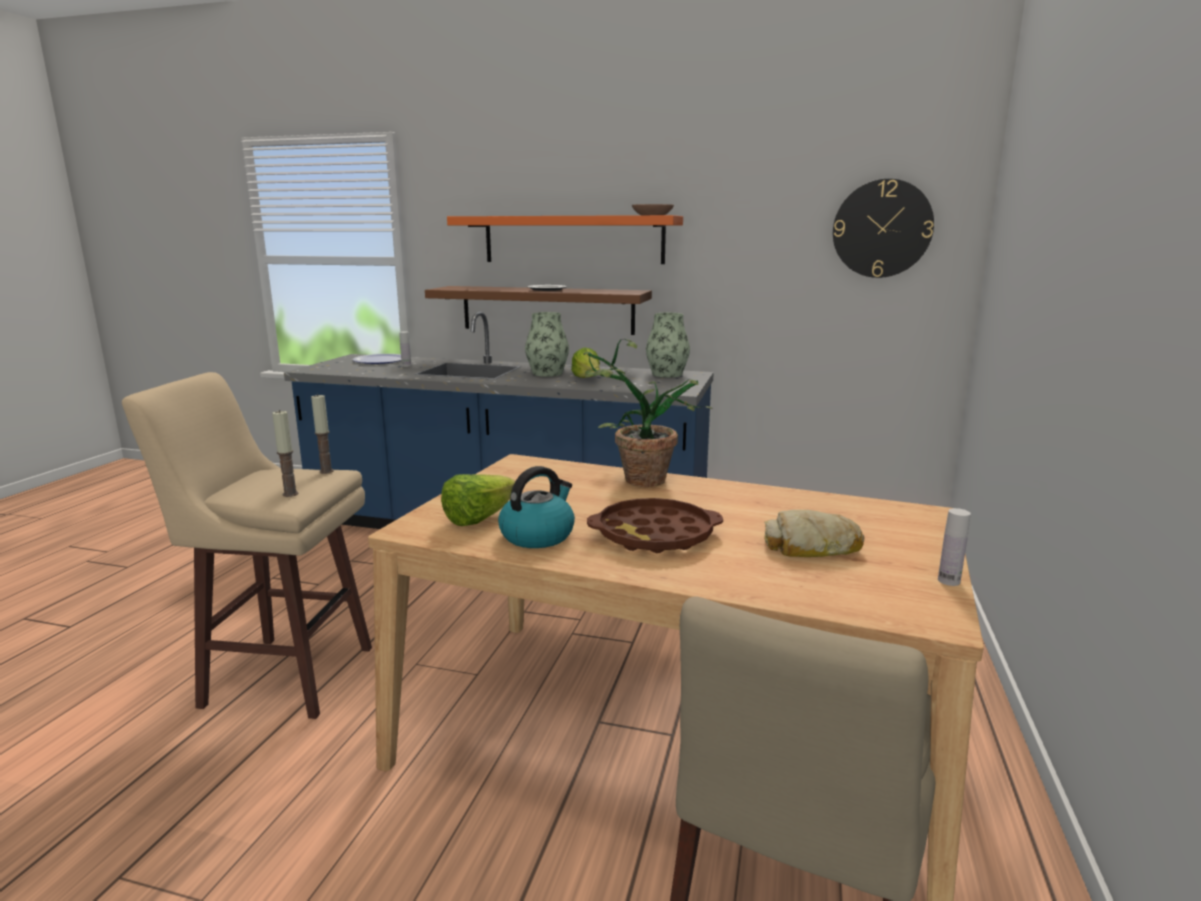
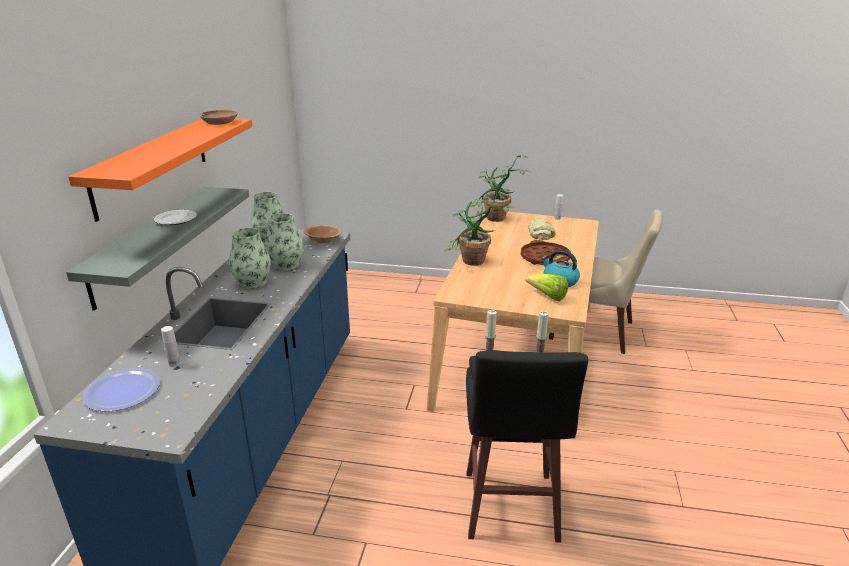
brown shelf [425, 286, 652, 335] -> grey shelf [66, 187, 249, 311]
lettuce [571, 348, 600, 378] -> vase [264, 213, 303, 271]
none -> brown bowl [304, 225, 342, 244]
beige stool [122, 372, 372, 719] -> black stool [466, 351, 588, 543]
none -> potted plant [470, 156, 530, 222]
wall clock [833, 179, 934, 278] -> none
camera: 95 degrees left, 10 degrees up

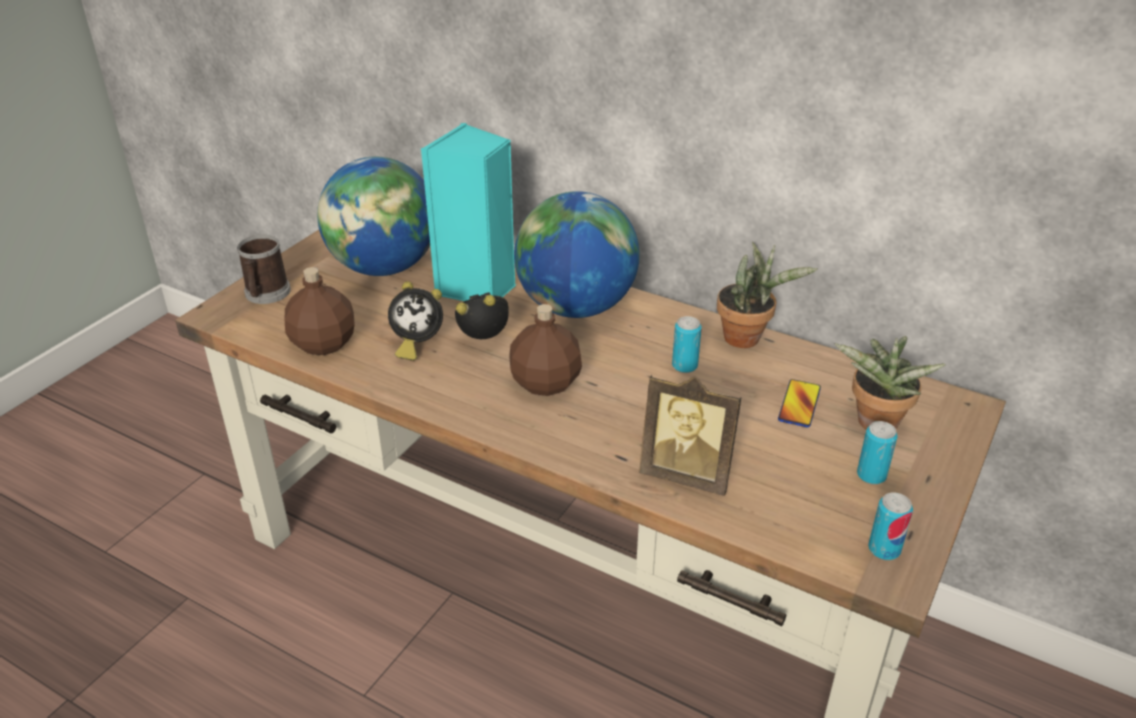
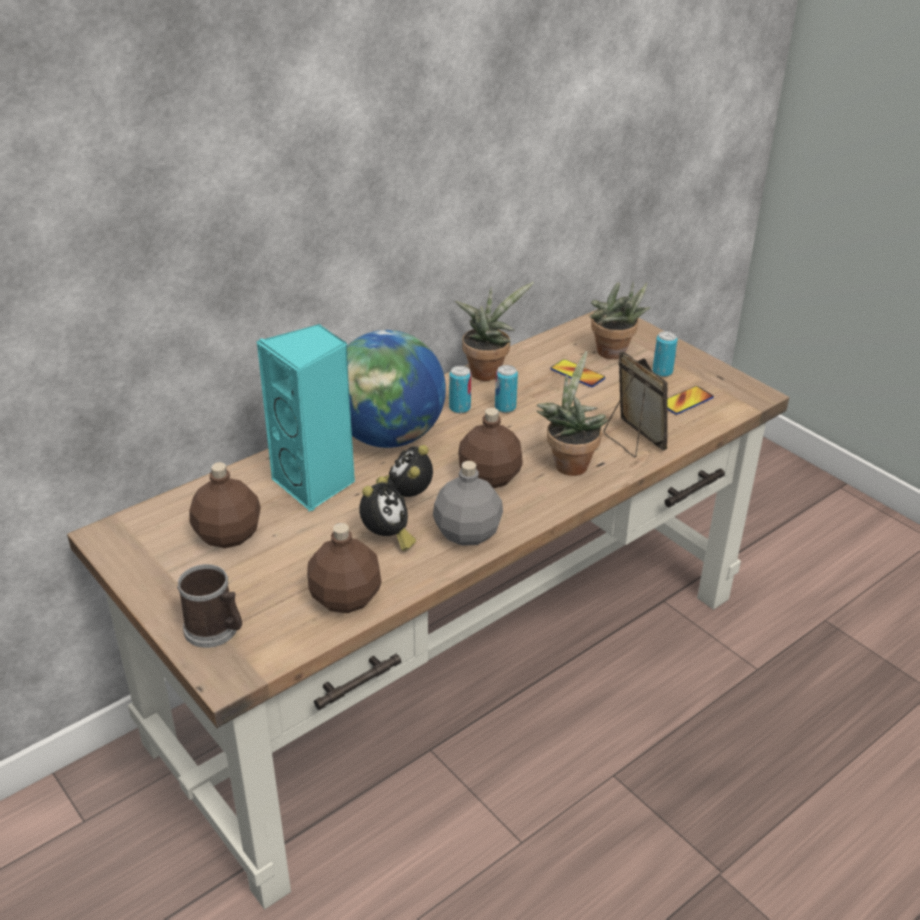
globe [317, 157, 430, 276] -> brown bottle [189, 462, 261, 548]
none -> grey bottle [433, 461, 503, 546]
can [868, 492, 913, 560] -> can [449, 366, 471, 413], move
none -> potted plant [537, 351, 608, 476]
picture frame [639, 375, 741, 496] -> picture frame [604, 351, 668, 457], 75 degrees counterclockwise
none -> phone [667, 386, 714, 415]
camera: 70 degrees left, 0 degrees up

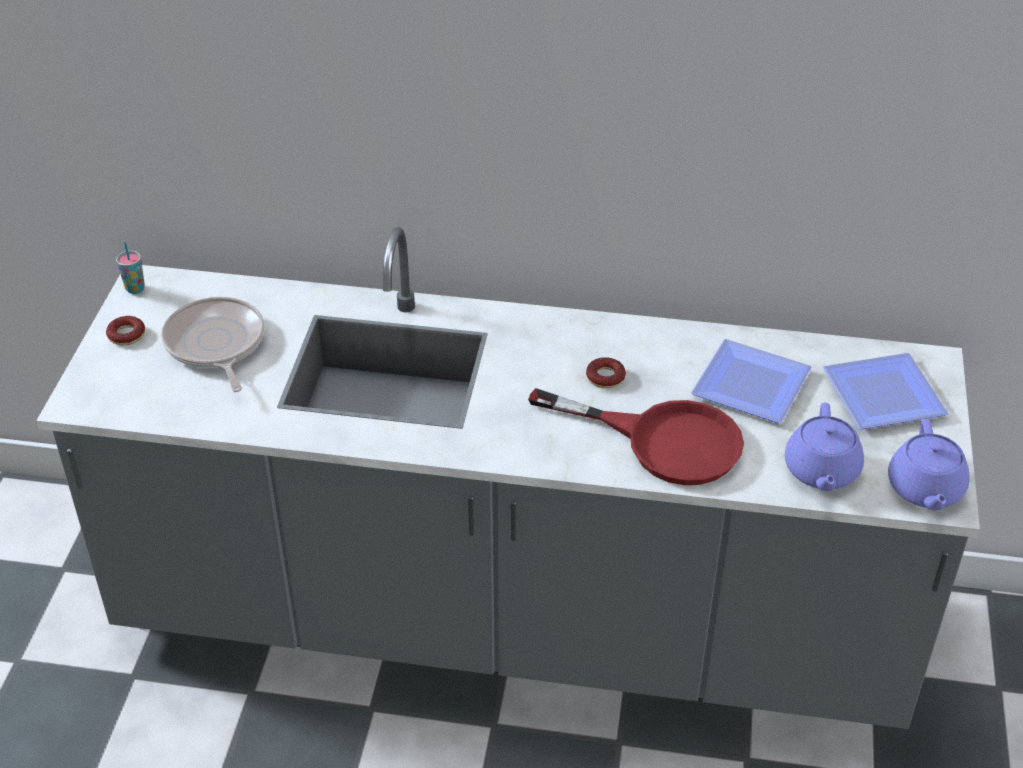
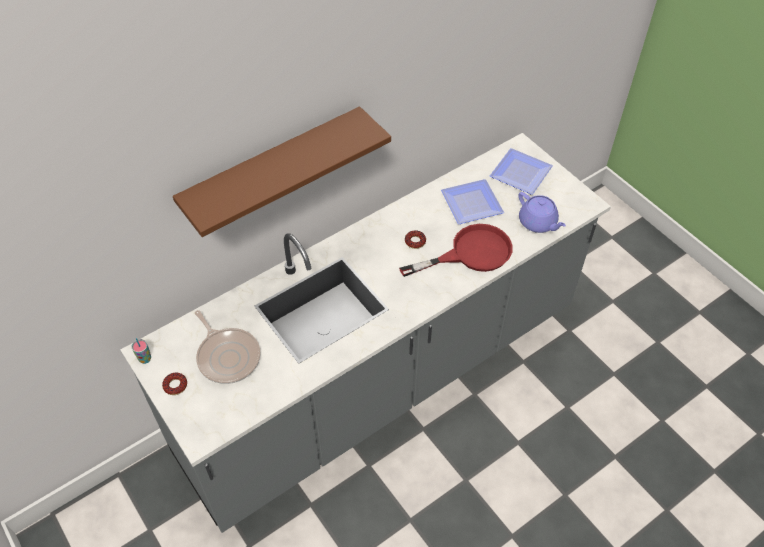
none -> brown shelf [173, 106, 391, 237]
frying pan [161, 297, 264, 392] -> frying pan [195, 310, 261, 384], 150 degrees counterclockwise
purple teapot [888, 420, 970, 510] -> none
camera: 45 degrees left, 10 degrees up

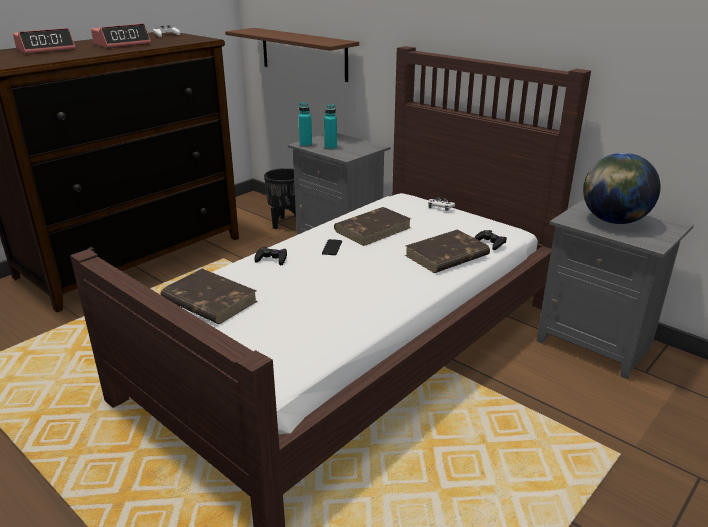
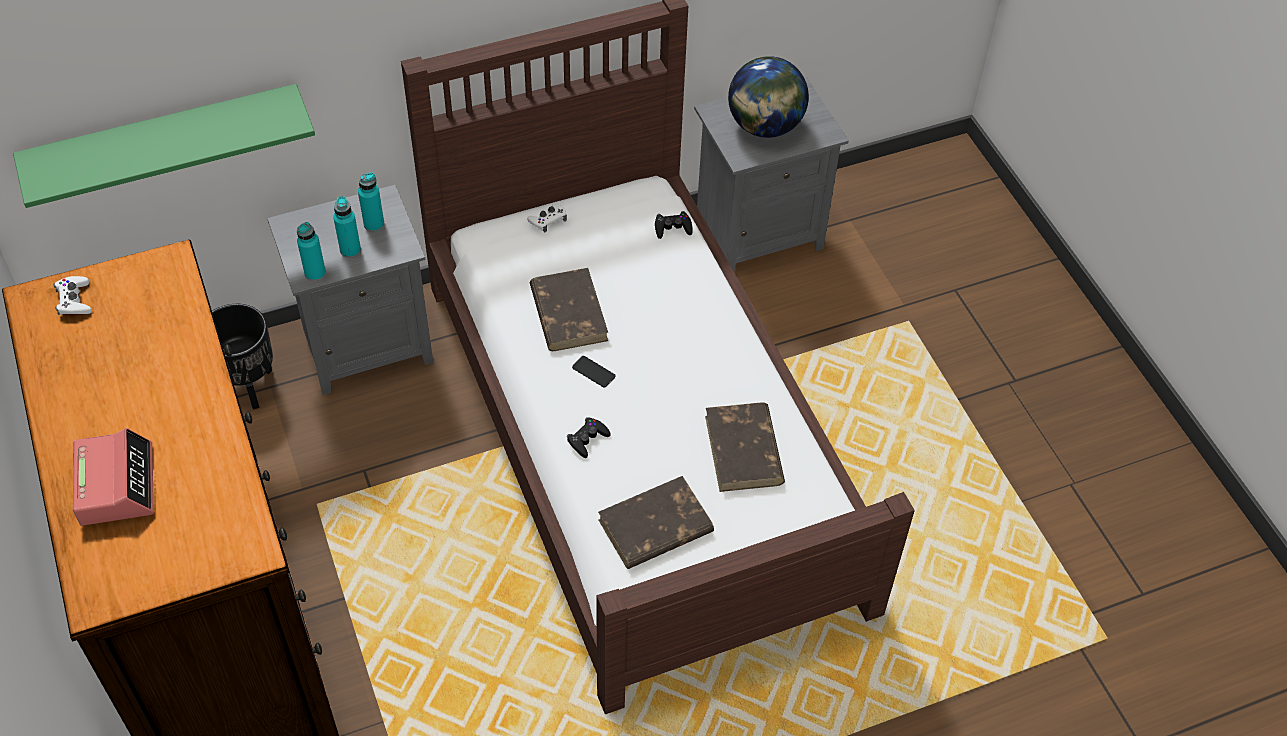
brown shelf [225, 28, 359, 82] -> green shelf [13, 84, 315, 208]
none -> turquoise bottle [358, 172, 384, 232]
brown book [405, 230, 490, 273] -> brown book [705, 402, 785, 492], move
alarm clock [91, 24, 151, 48] -> none
camera: 65 degrees left, 25 degrees up

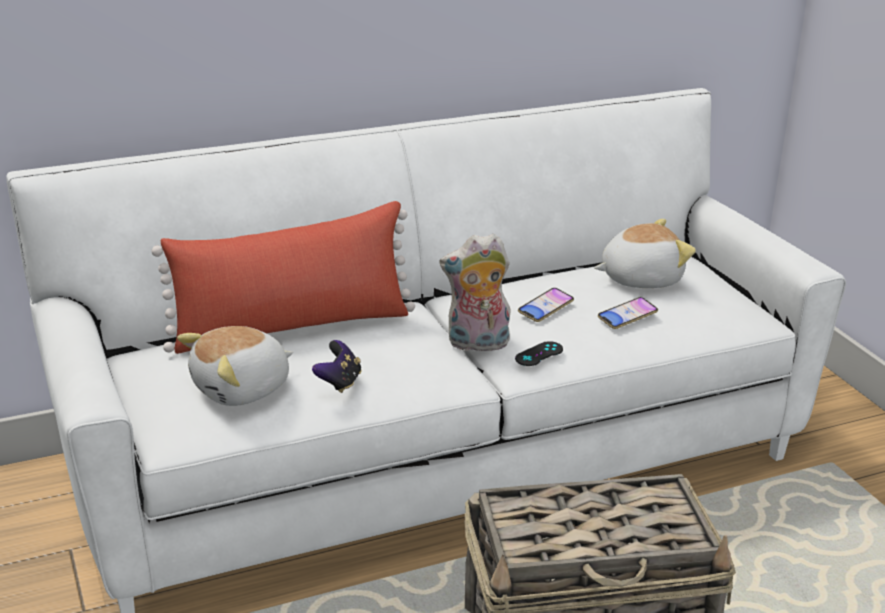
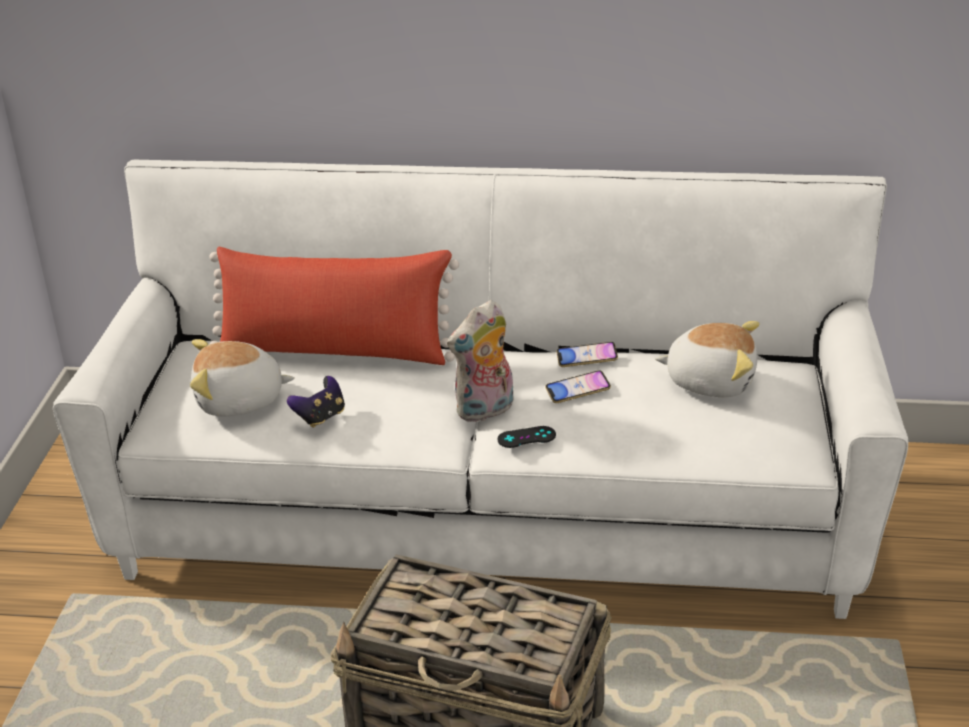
plush toy [439, 233, 510, 351] -> plush toy [447, 300, 514, 422], 60 degrees counterclockwise
phone [598, 297, 658, 329] -> phone [556, 342, 618, 367], move
camera: 30 degrees right, 5 degrees up

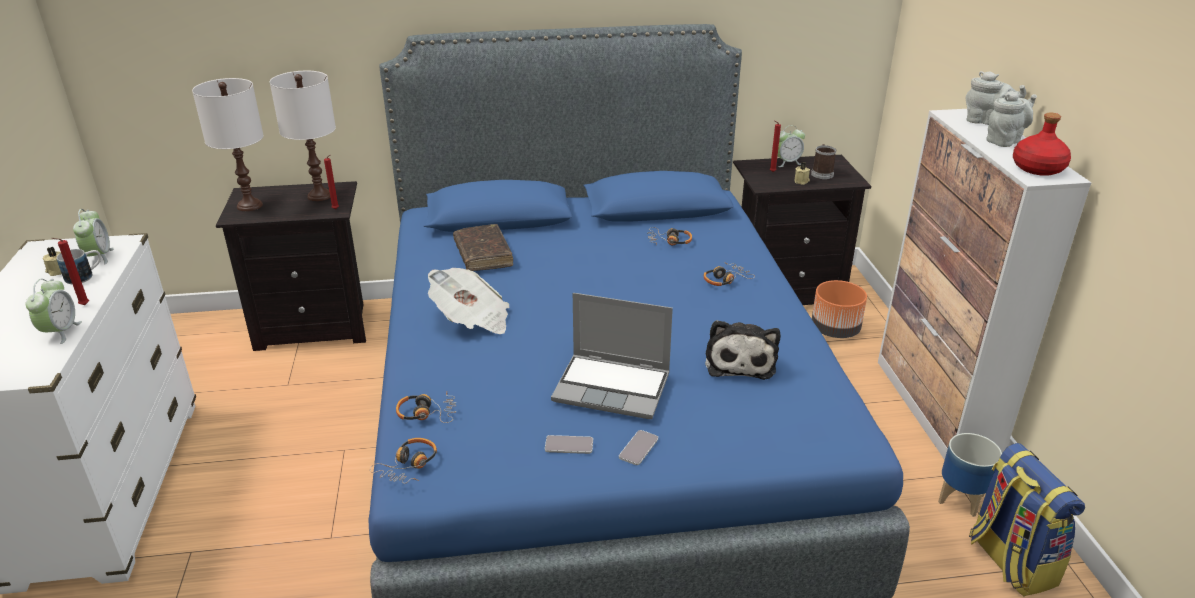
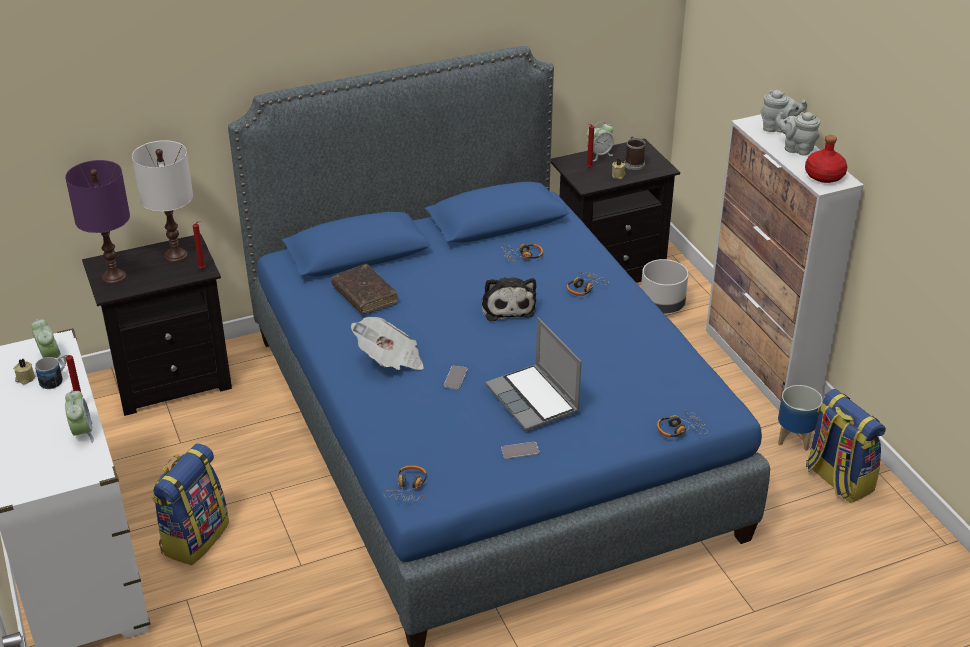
white table lamp [192, 78, 264, 211] -> purple table lamp [65, 160, 130, 285]
none -> backpack [152, 443, 229, 565]
phone [619, 430, 658, 465] -> phone [444, 365, 468, 389], move
plush toy [705, 320, 780, 380] -> plush toy [482, 277, 536, 321], move
laptop [551, 293, 673, 419] -> laptop [485, 317, 582, 431], 60 degrees clockwise
orange planter [812, 280, 867, 338] -> grey planter [641, 259, 688, 313]
headphones [396, 392, 456, 423] -> headphones [657, 410, 708, 438], move
grey teapot [986, 91, 1037, 147] -> grey teapot [775, 112, 820, 156], 105 degrees counterclockwise
camera: 15 degrees left, 5 degrees up

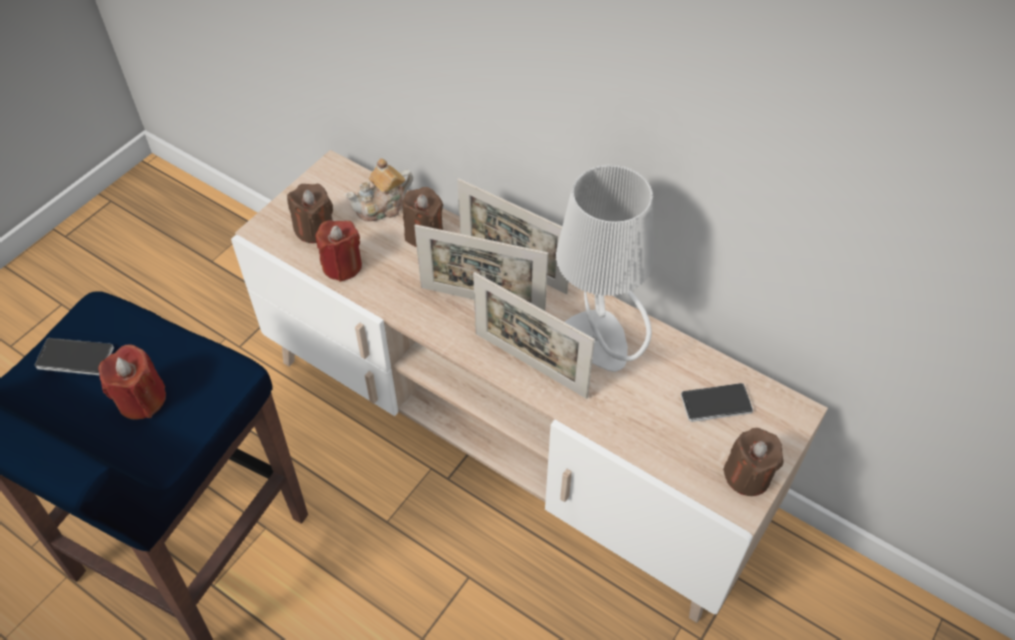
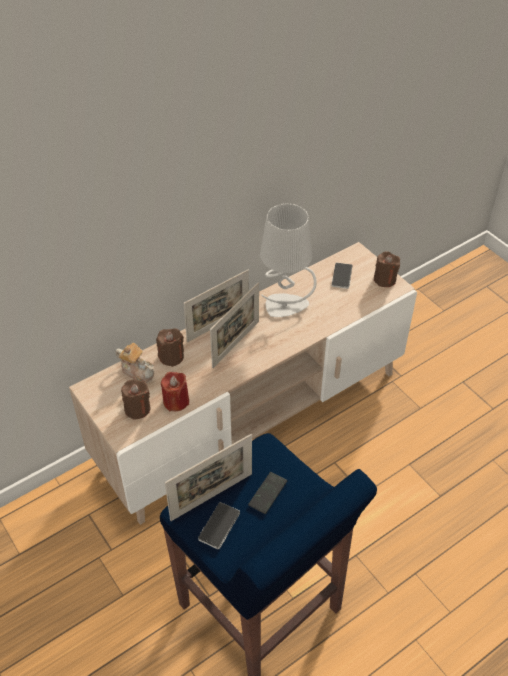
teapot [345, 158, 413, 221] -> teapot [115, 343, 154, 383], 45 degrees counterclockwise
picture frame [473, 272, 595, 399] -> picture frame [165, 434, 252, 521], move
red candle [98, 344, 166, 420] -> phone [248, 472, 287, 514]
camera: 70 degrees left, 5 degrees down

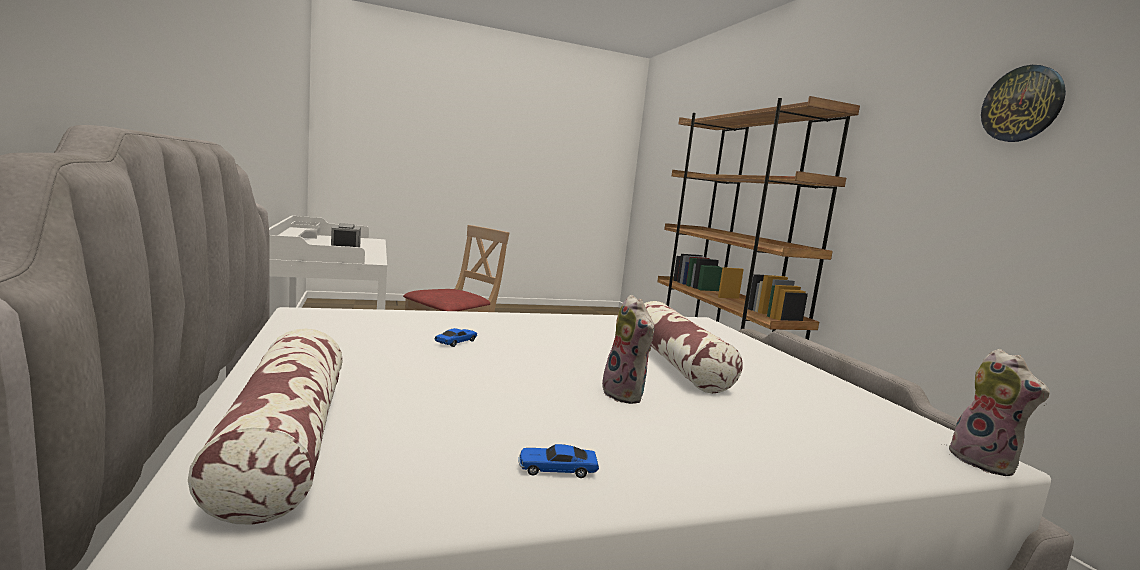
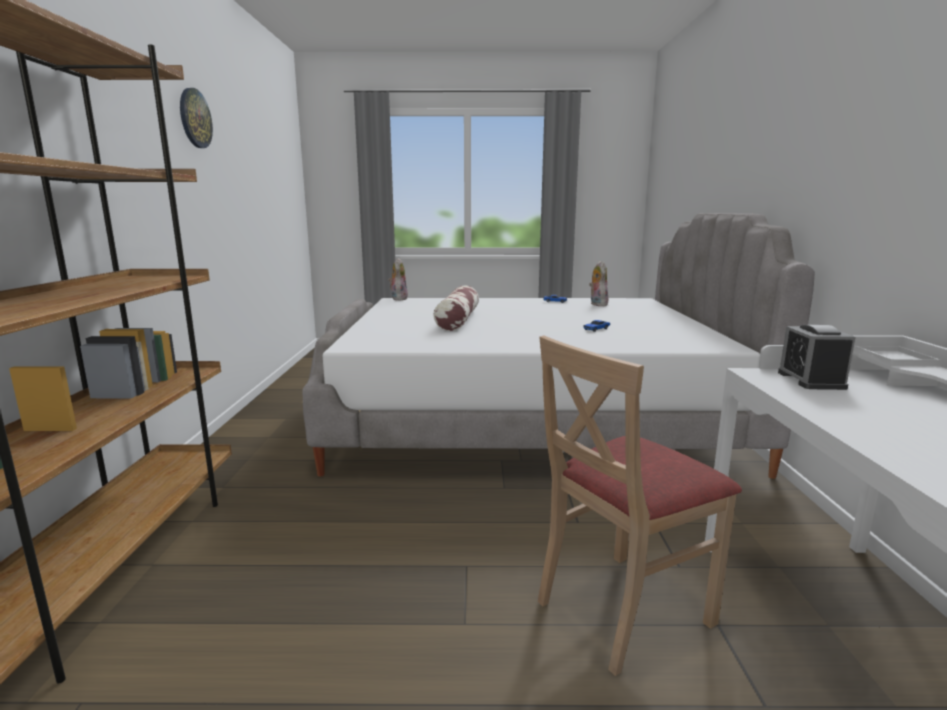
plush toy [599, 295, 654, 404] -> plush toy [589, 261, 608, 306], move
pillow [188, 329, 343, 525] -> none
camera: 160 degrees left, 5 degrees up

